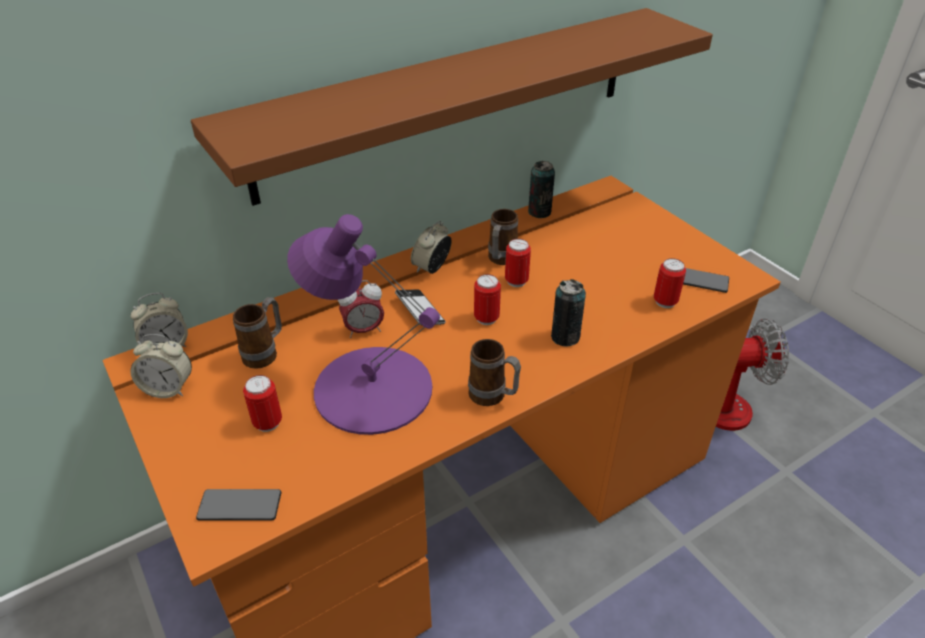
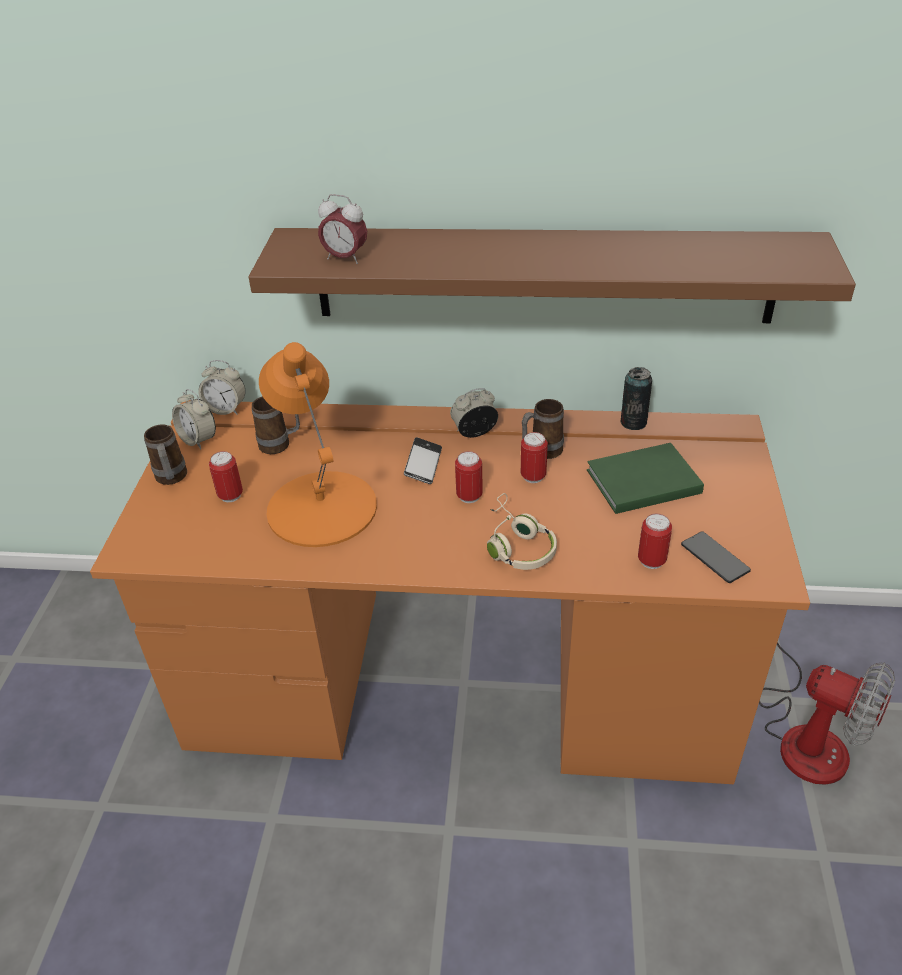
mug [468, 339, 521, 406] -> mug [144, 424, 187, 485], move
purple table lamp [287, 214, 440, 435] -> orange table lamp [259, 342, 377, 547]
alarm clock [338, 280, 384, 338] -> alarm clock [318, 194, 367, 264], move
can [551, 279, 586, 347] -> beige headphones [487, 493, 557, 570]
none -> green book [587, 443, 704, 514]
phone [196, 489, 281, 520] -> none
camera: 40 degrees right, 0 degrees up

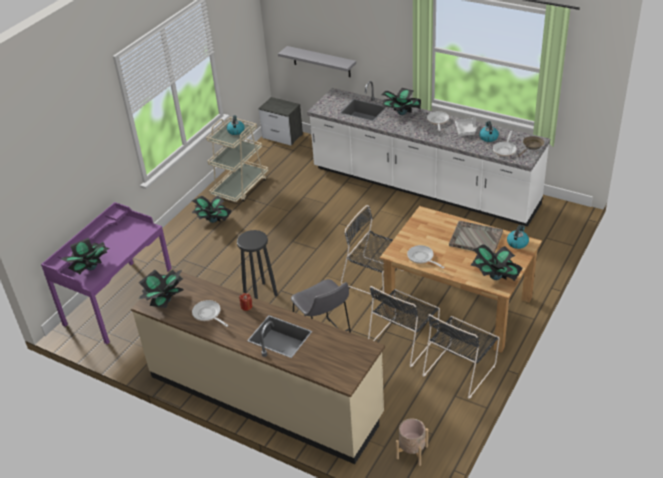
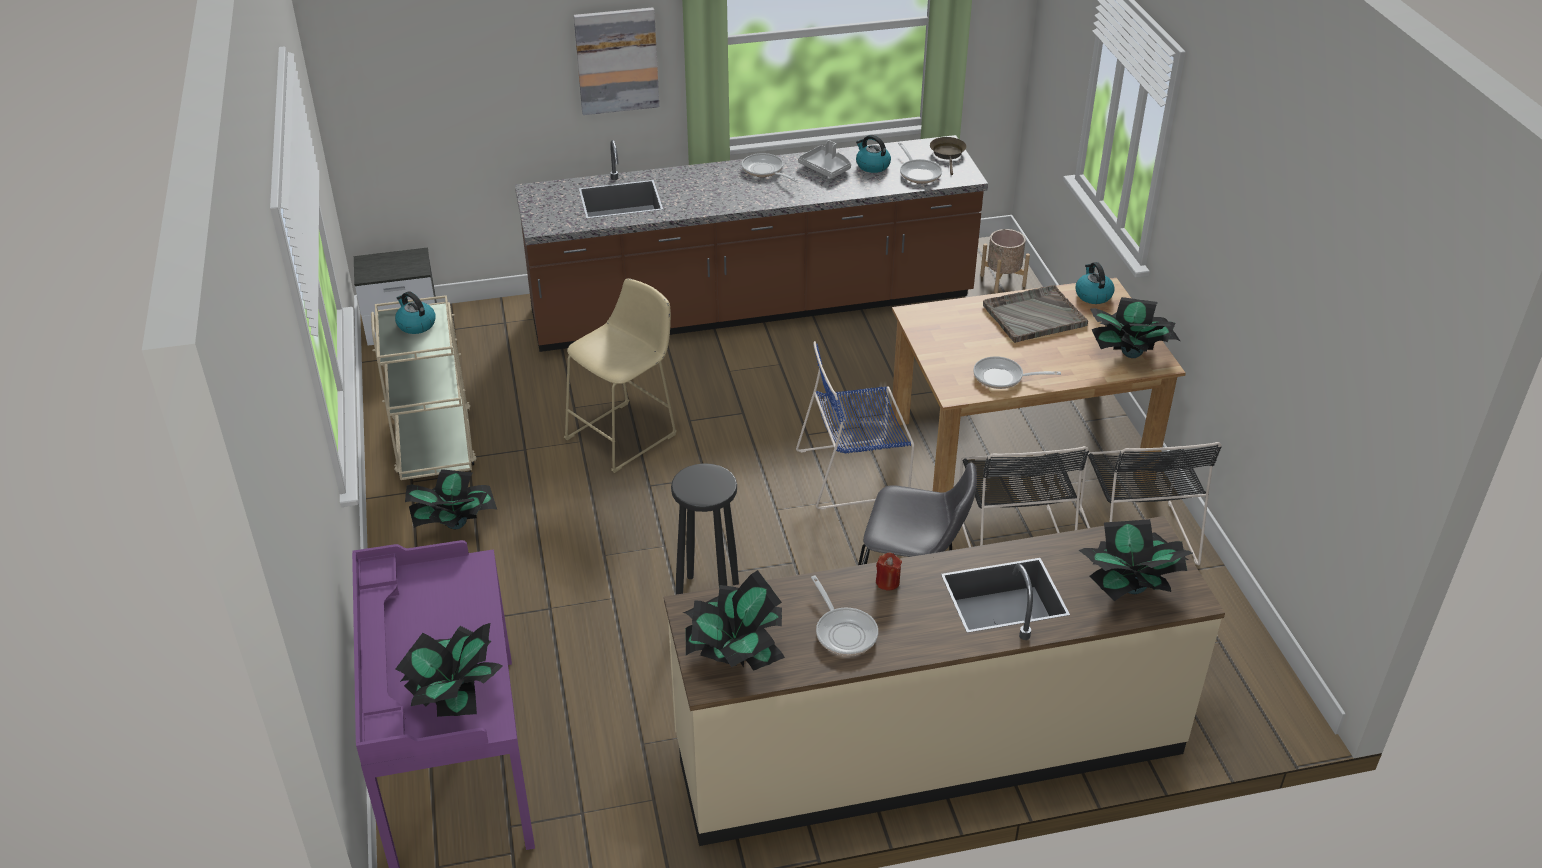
white counter [307, 81, 550, 227] -> brown counter [515, 135, 988, 352]
none -> beige stool [564, 278, 677, 473]
none -> picture [574, 7, 659, 115]
black chair [341, 205, 403, 298] -> blue chair [796, 341, 914, 510]
frying pan [192, 300, 228, 327] -> frying pan [811, 575, 878, 656], 120 degrees counterclockwise
beige planter [396, 418, 428, 466] -> beige planter [980, 229, 1030, 293], move
potted plant [382, 88, 421, 115] -> potted plant [1079, 519, 1193, 601], move
grey shelf [278, 46, 356, 77] -> none
camera: 45 degrees left, 0 degrees up

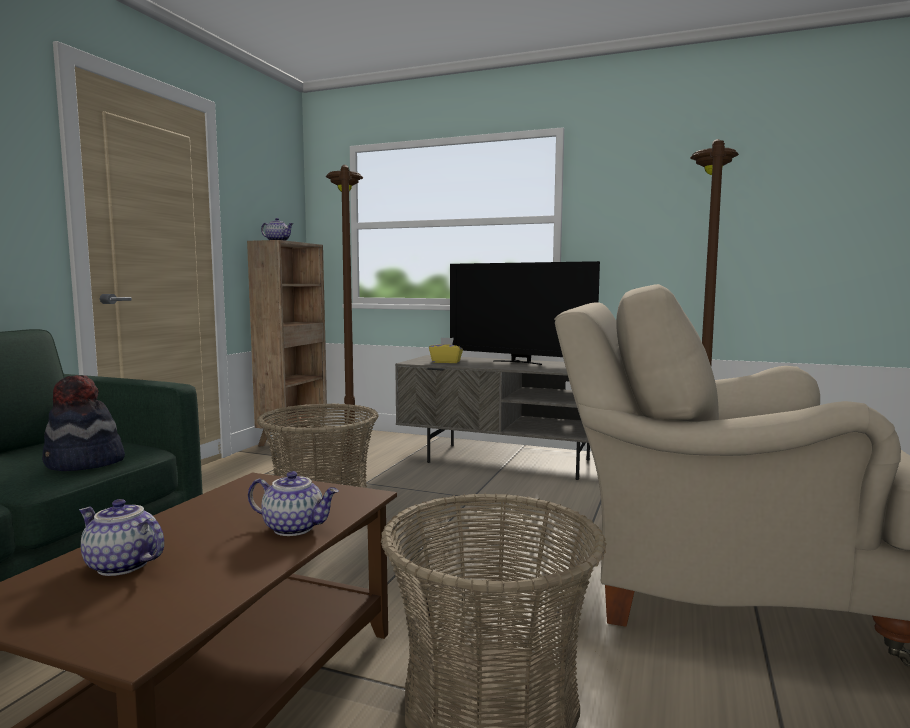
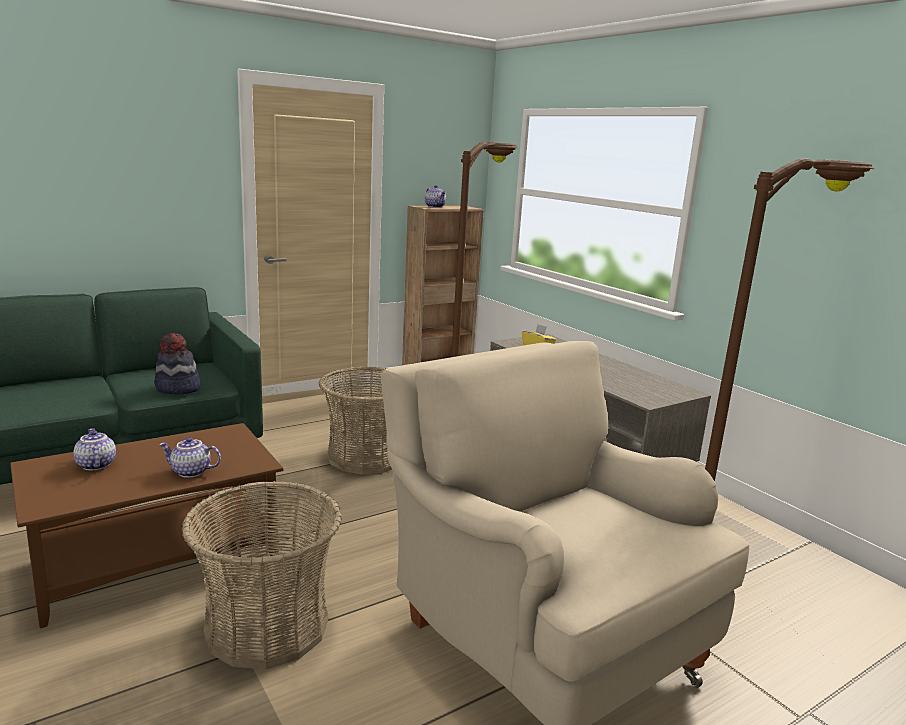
teapot [248, 471, 339, 536] -> teapot [159, 437, 221, 478], 135 degrees clockwise
television [450, 261, 600, 365] -> none
camera: 35 degrees right, 10 degrees up

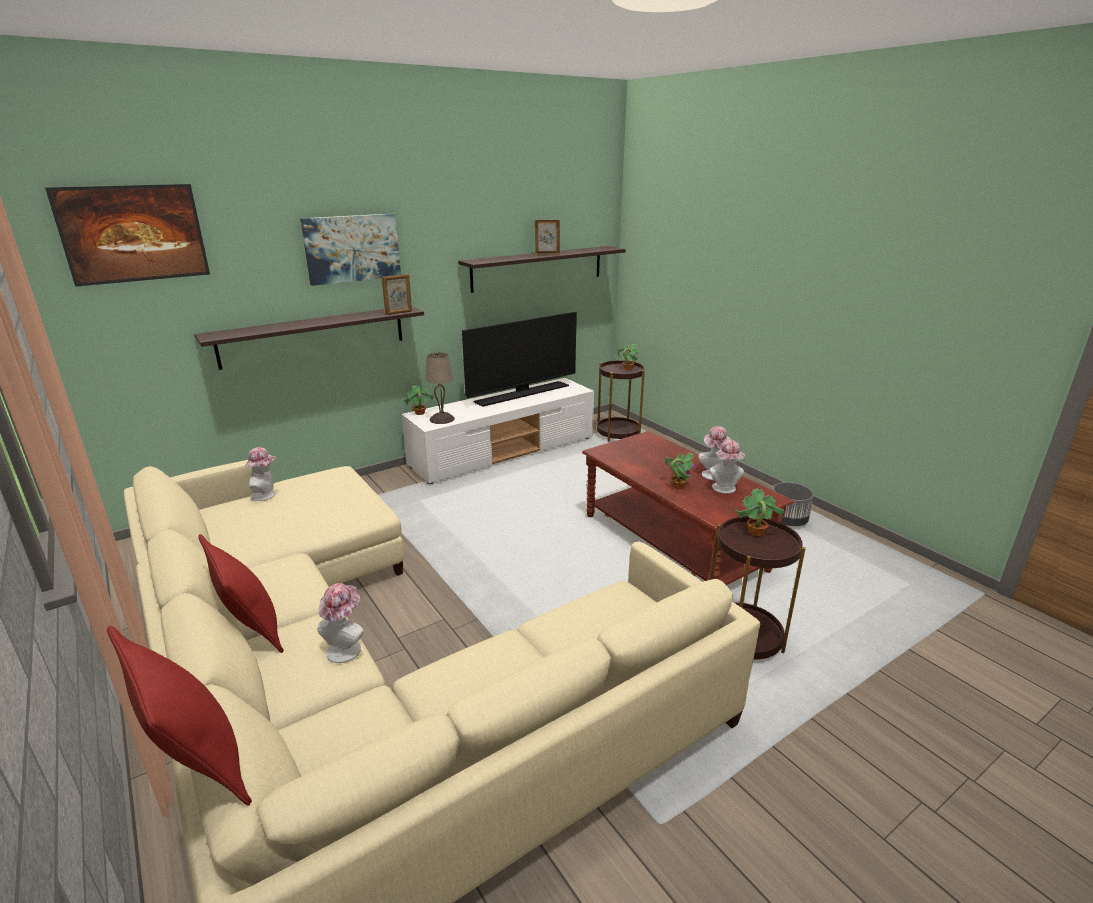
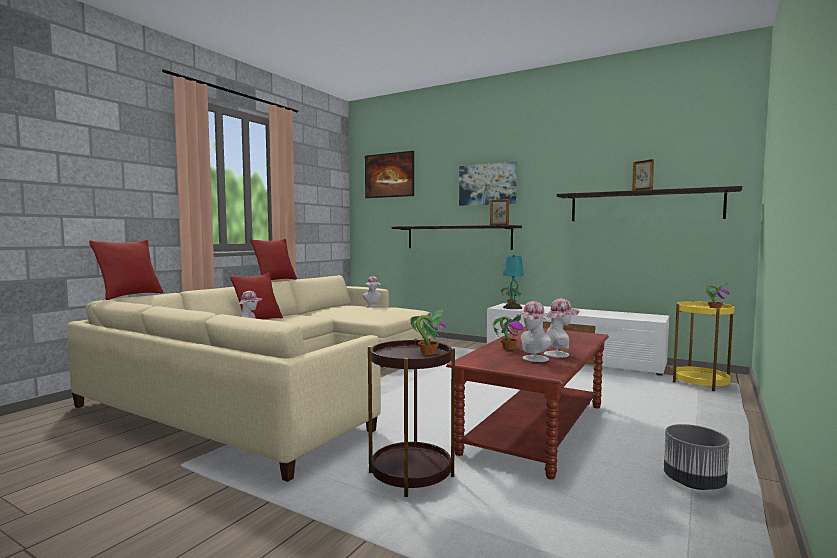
none -> red pillow [250, 239, 297, 280]
beige table lamp [426, 352, 455, 424] -> turquoise table lamp [503, 255, 524, 309]
brown side table [597, 360, 645, 442] -> yellow side table [673, 301, 734, 391]
television [462, 312, 577, 407] -> none
camera: 65 degrees right, 20 degrees down

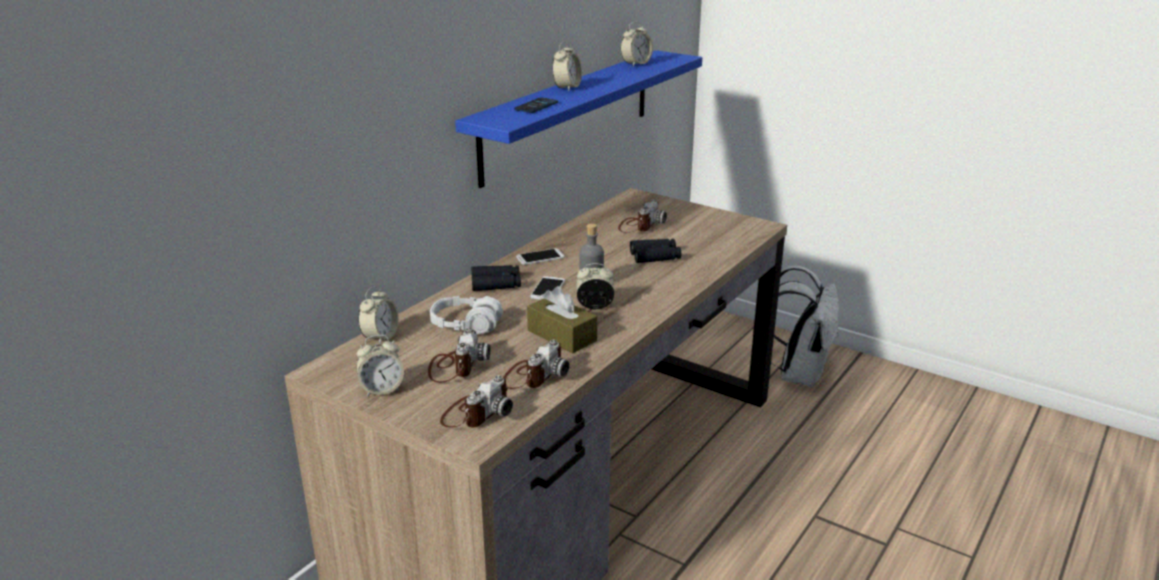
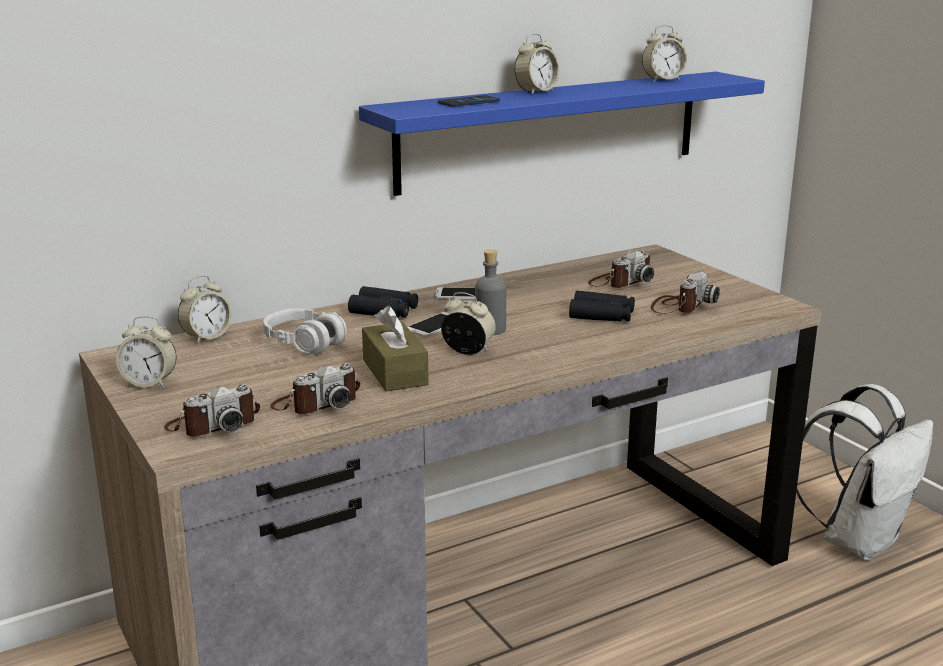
photo camera [428, 328, 491, 383] -> photo camera [651, 270, 720, 314], move
camera: 25 degrees right, 5 degrees down

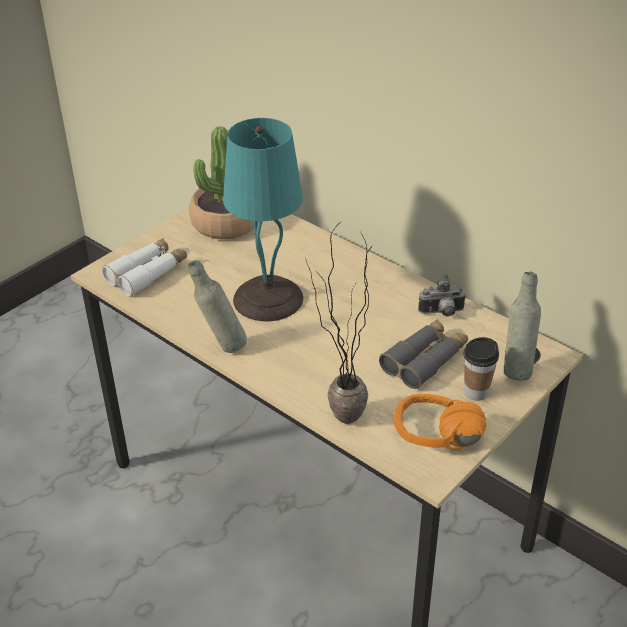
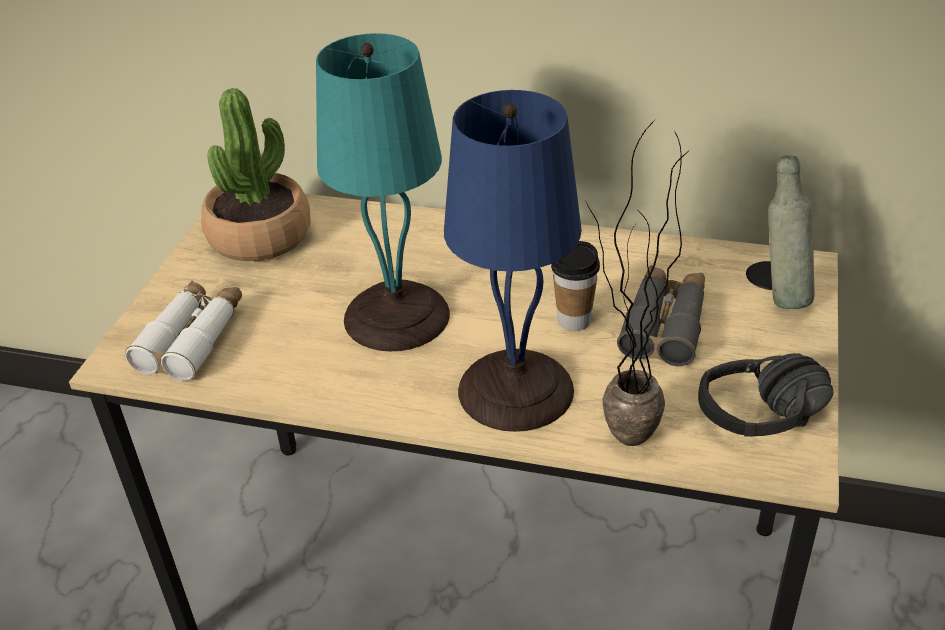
none -> blue table lamp [444, 90, 582, 432]
cup [463, 337, 499, 401] -> cup [551, 241, 600, 331], move
orange headphones [394, 394, 487, 451] -> black headphones [698, 353, 833, 437]
grey bottle [188, 260, 247, 353] -> none
photo camera [418, 275, 466, 316] -> none
camera: 25 degrees left, 0 degrees up

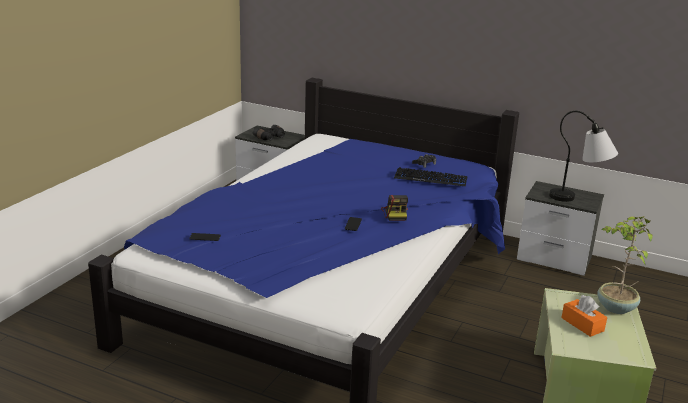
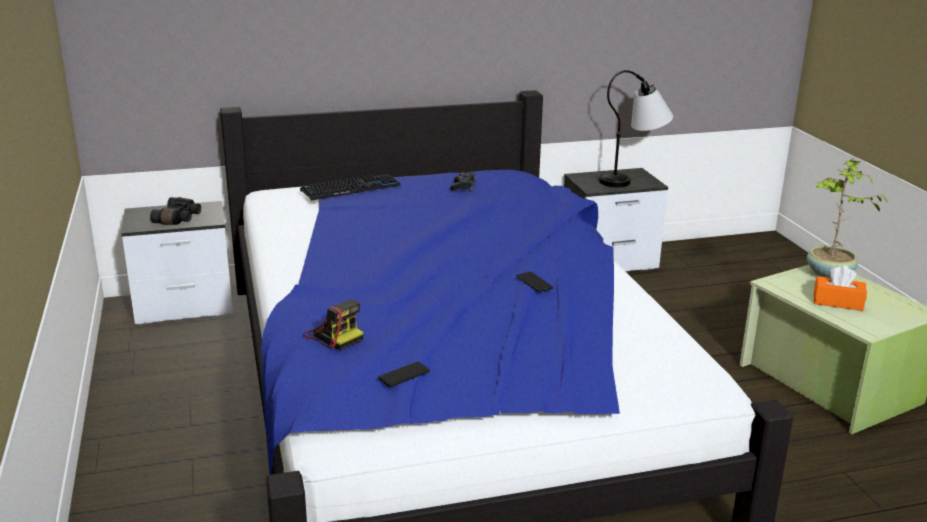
keyboard [394, 167, 468, 186] -> keyboard [300, 174, 401, 201], move
photo camera [381, 195, 408, 221] -> photo camera [303, 299, 364, 350], move
camera: 40 degrees left, 0 degrees up

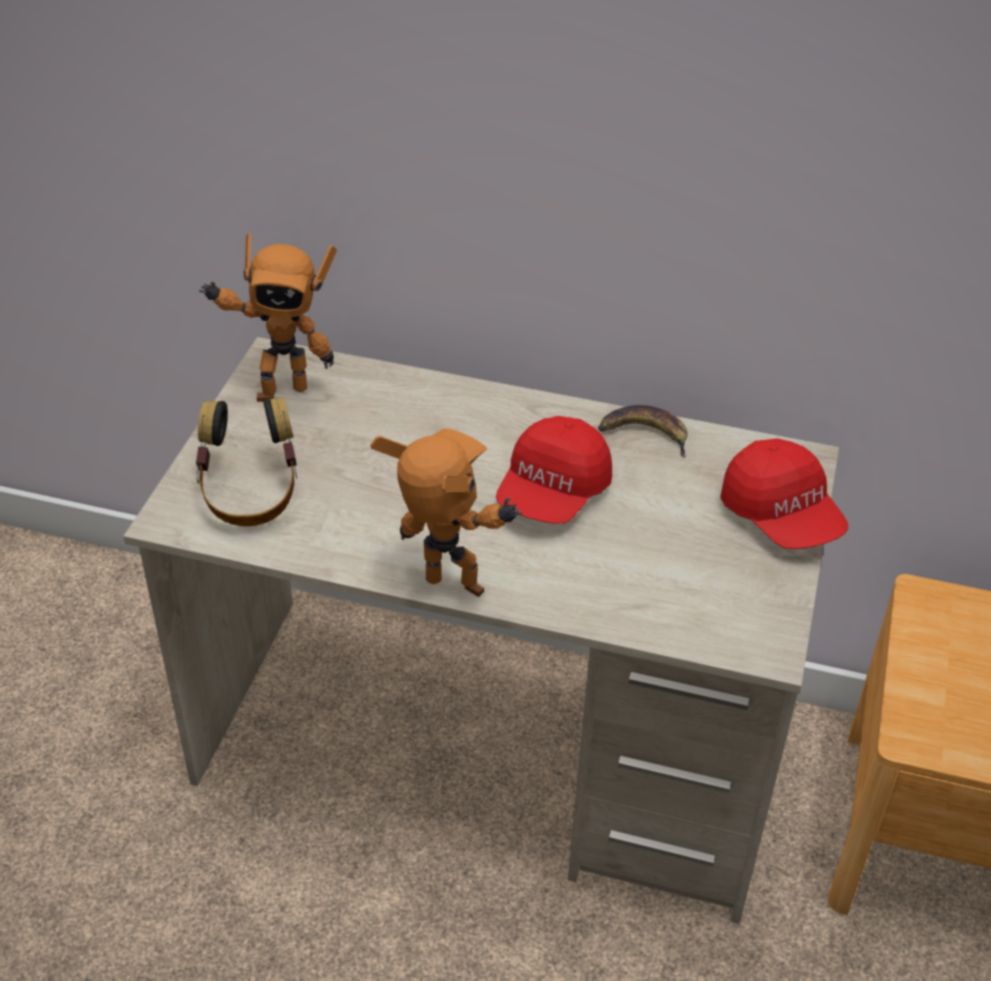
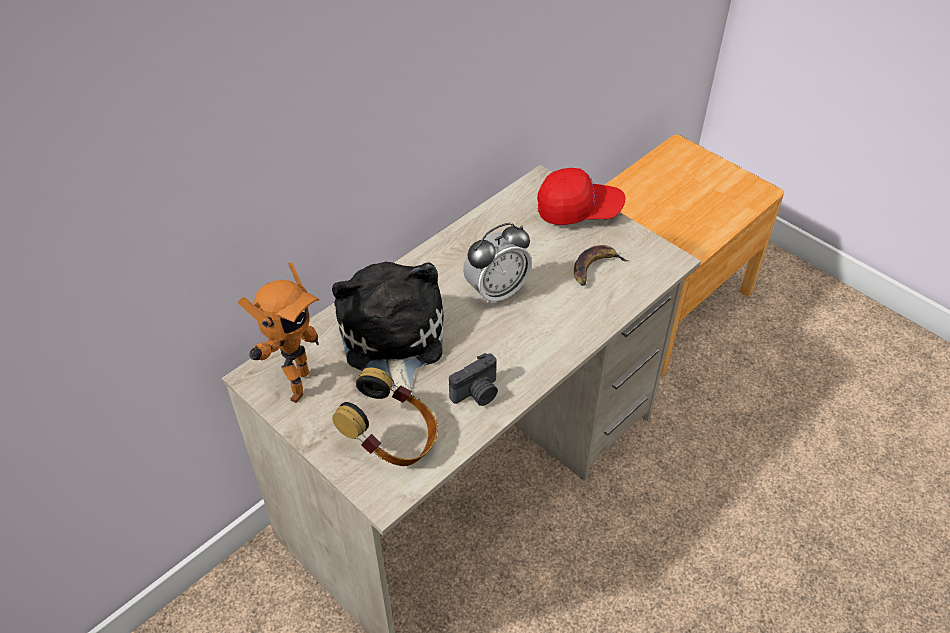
none -> plush toy [332, 262, 444, 401]
none -> photo camera [449, 353, 498, 406]
red cap [496, 416, 612, 524] -> alarm clock [463, 223, 532, 306]
banana [598, 405, 688, 457] -> banana [574, 245, 628, 286], move
toy robot [370, 428, 522, 597] -> none
camera: 60 degrees left, 5 degrees up

